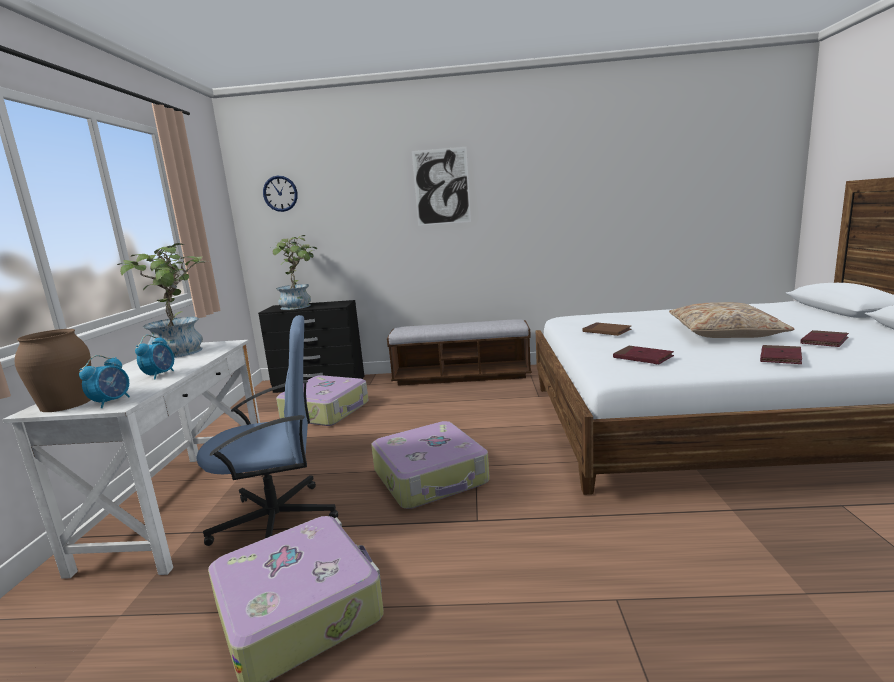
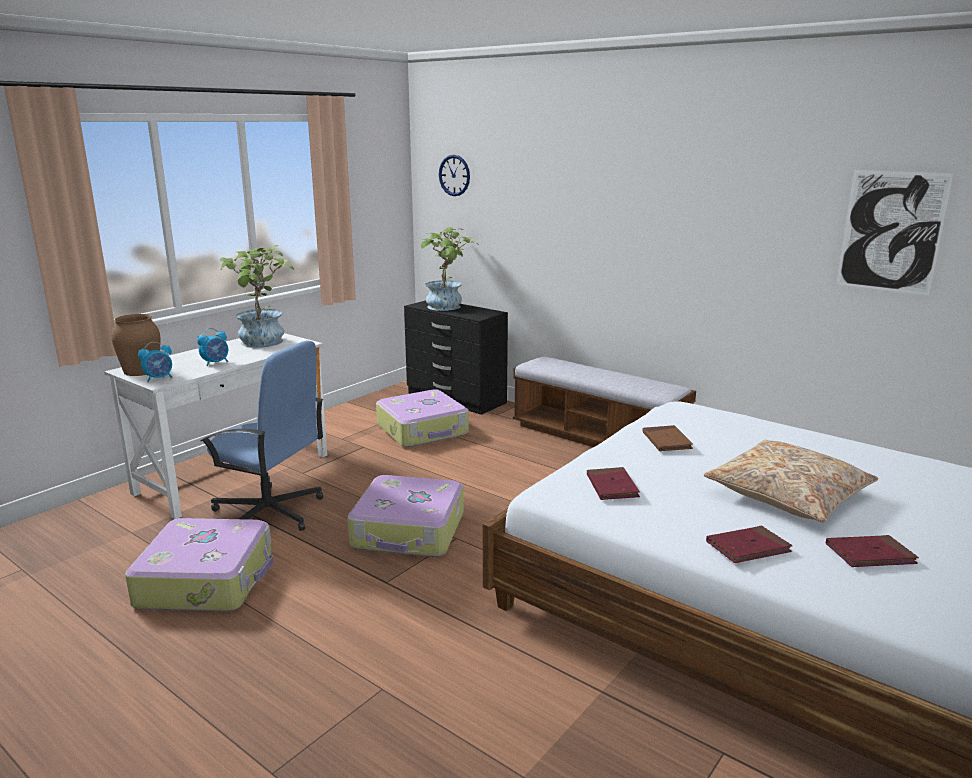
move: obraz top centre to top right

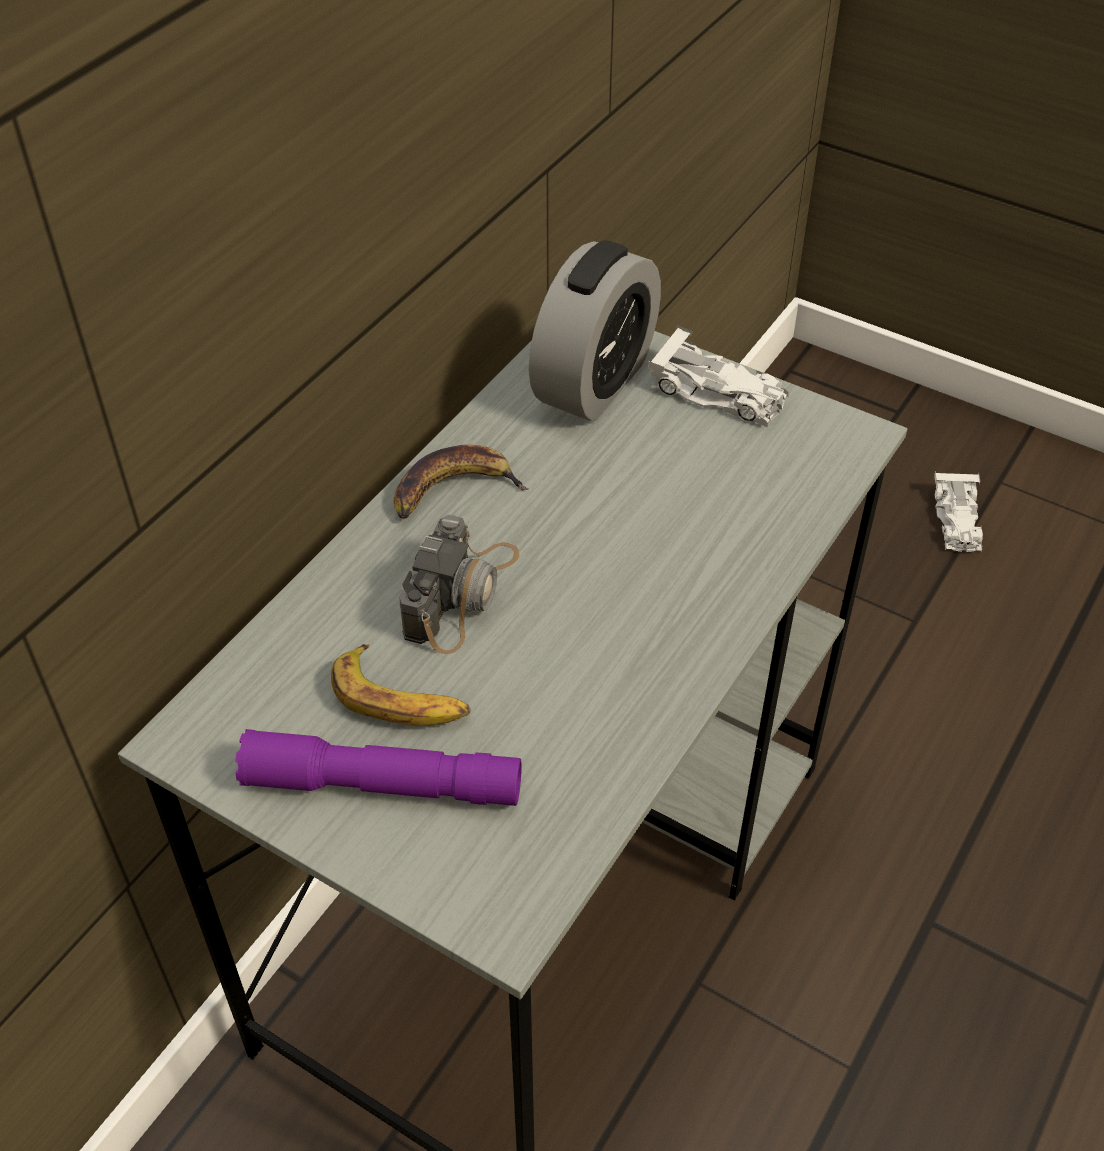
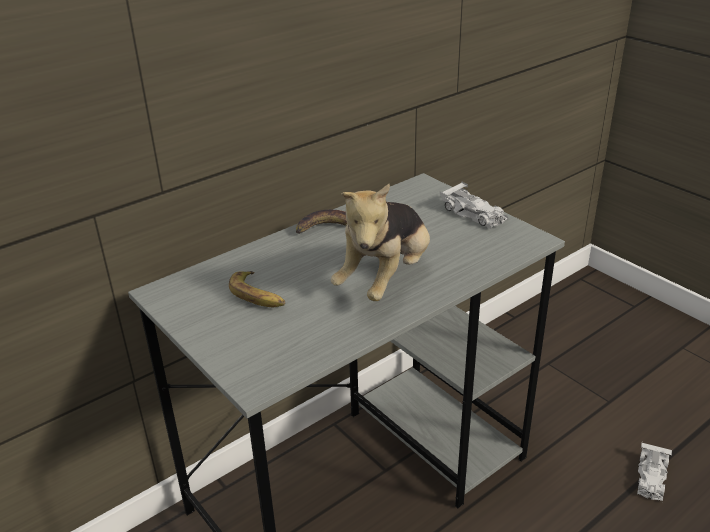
delete: latarka/fioletowy centre; aparat fotograficzny centre; budzik top centre
insert: pluszak centre
move: samochodzik/biały (2nd from left) middle right to bottom right

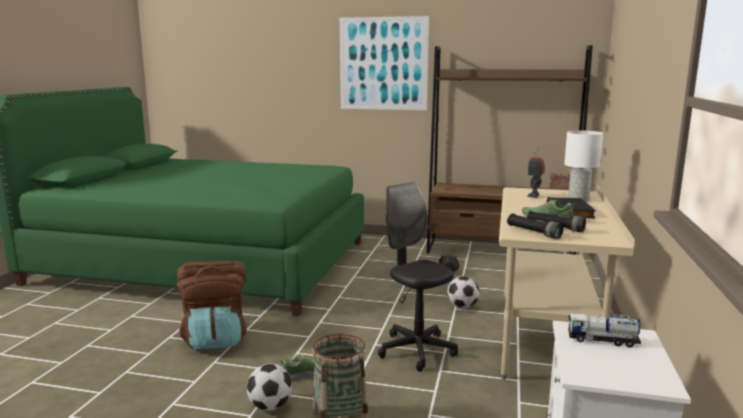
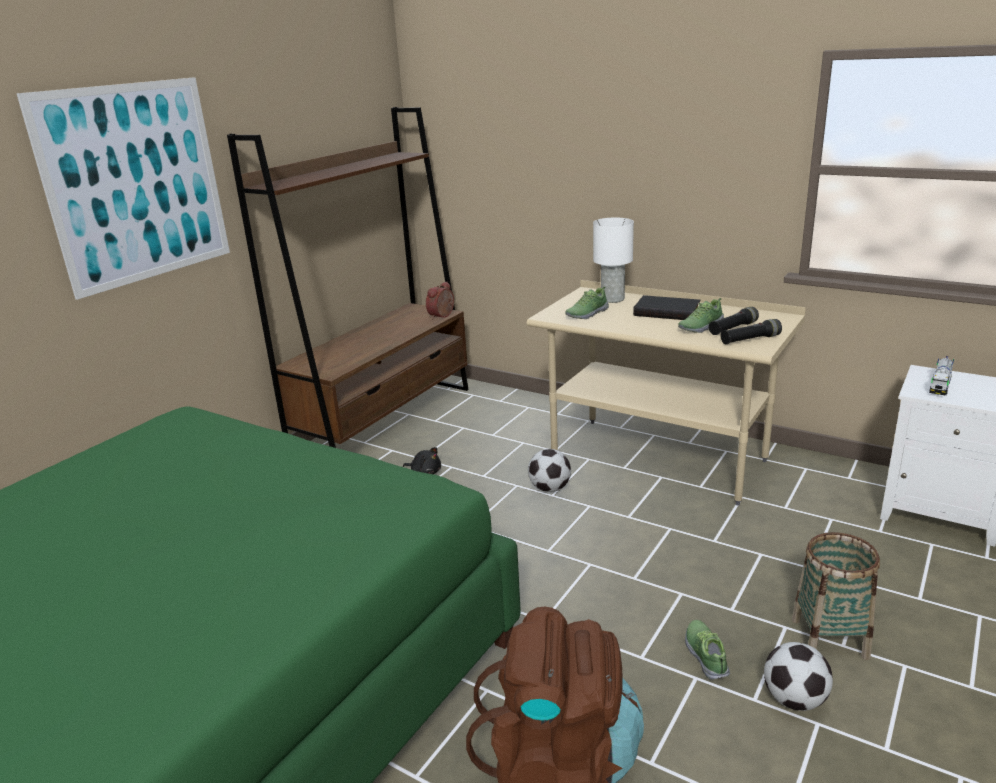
delete: krzesło biurowe/czarny centre
replace: robot zabawkowy middle right to but (1st from left) centre

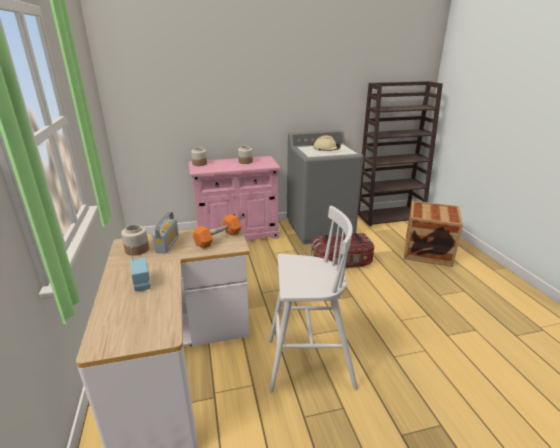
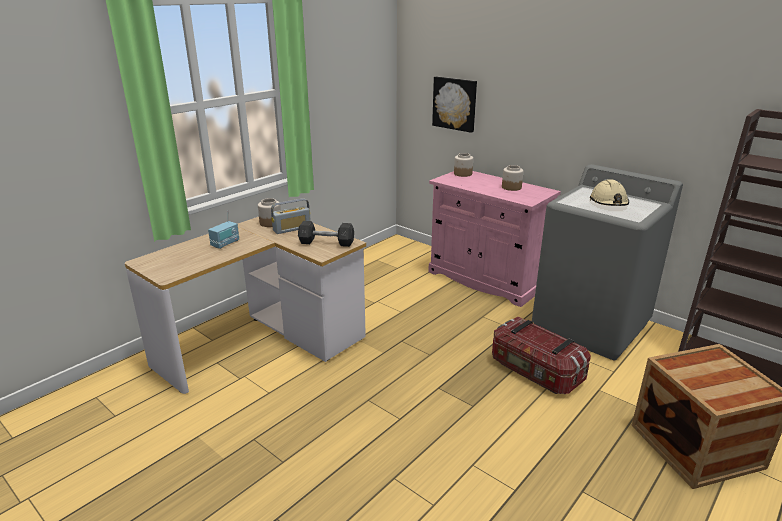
delete: stołek/biały bottom centre
insert: obraz top centre
recolor: hantel/pomarańczowy centre to hantel/szary centre

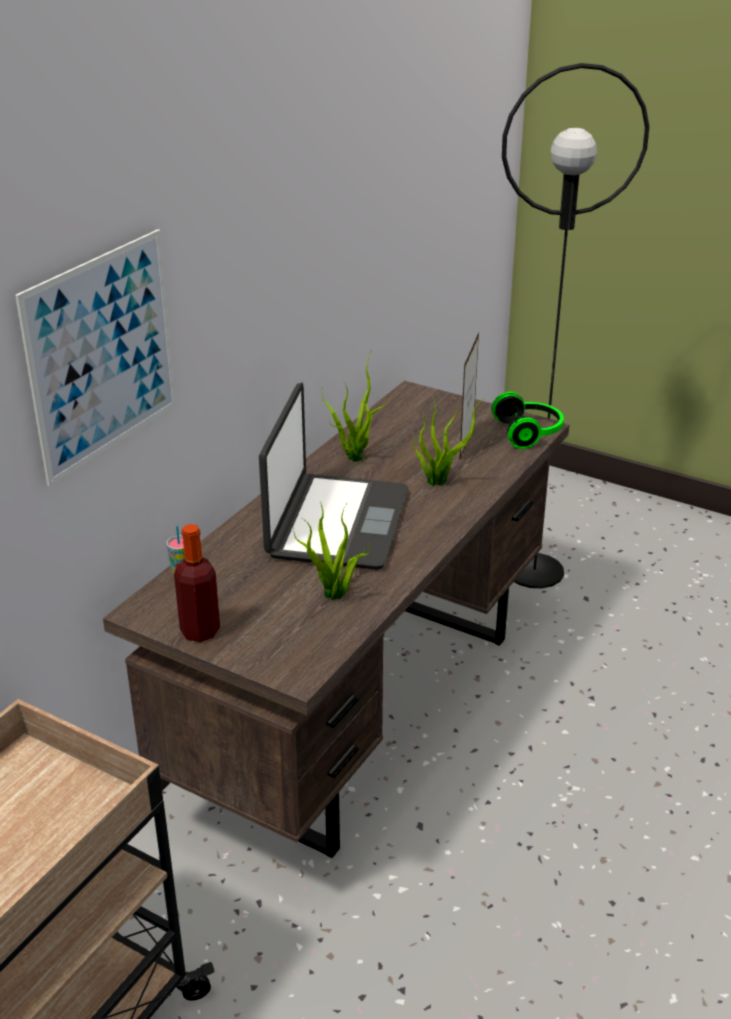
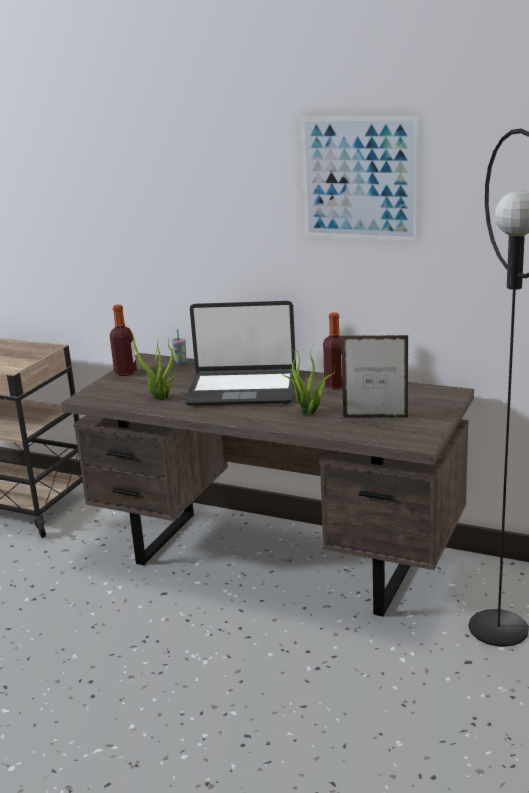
delete: słuchawki middle right
move: obraz middle left to top right
replace: roślina doniczkowa (2nd from left) centre to butelka (2nd from left) centre

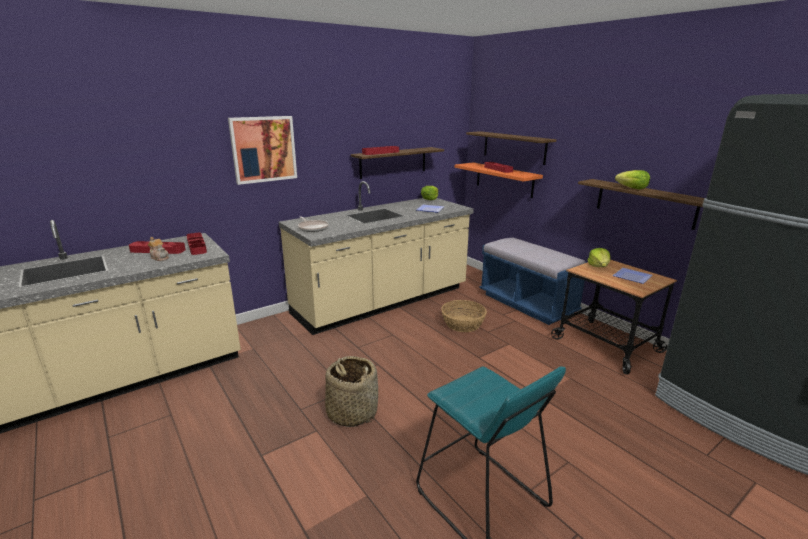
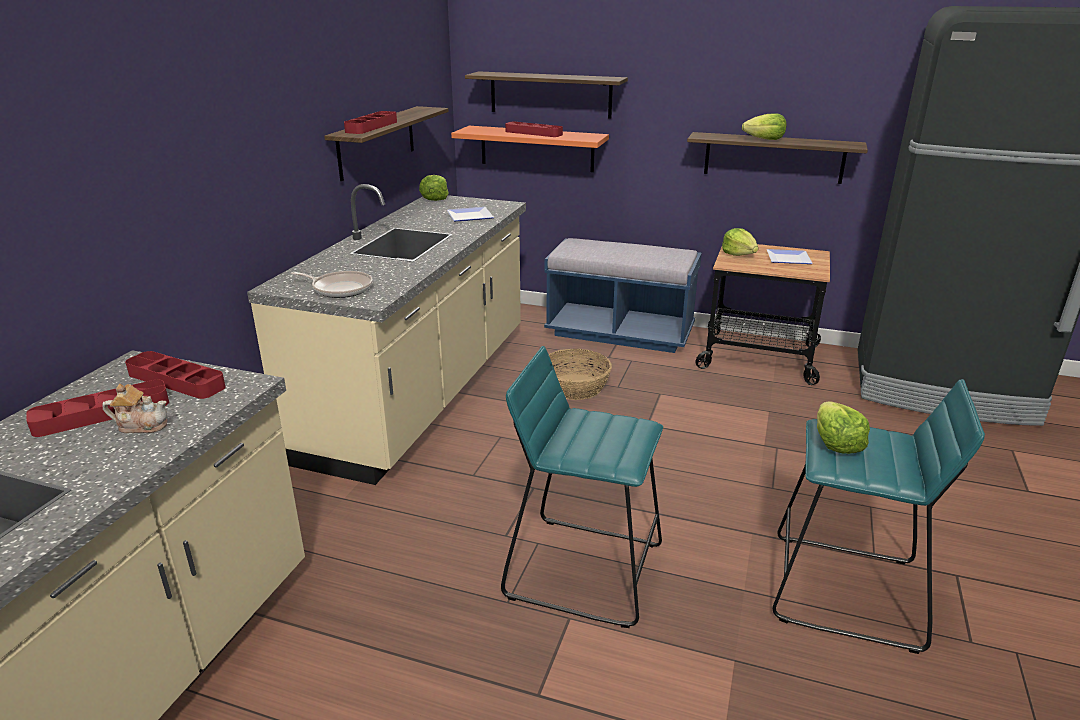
delete: obraz top left
insert: sałata (4th from left) middle right
replace: koszyk (1st from left) bottom centre to stołek/turkusowy (1st from left) bottom centre

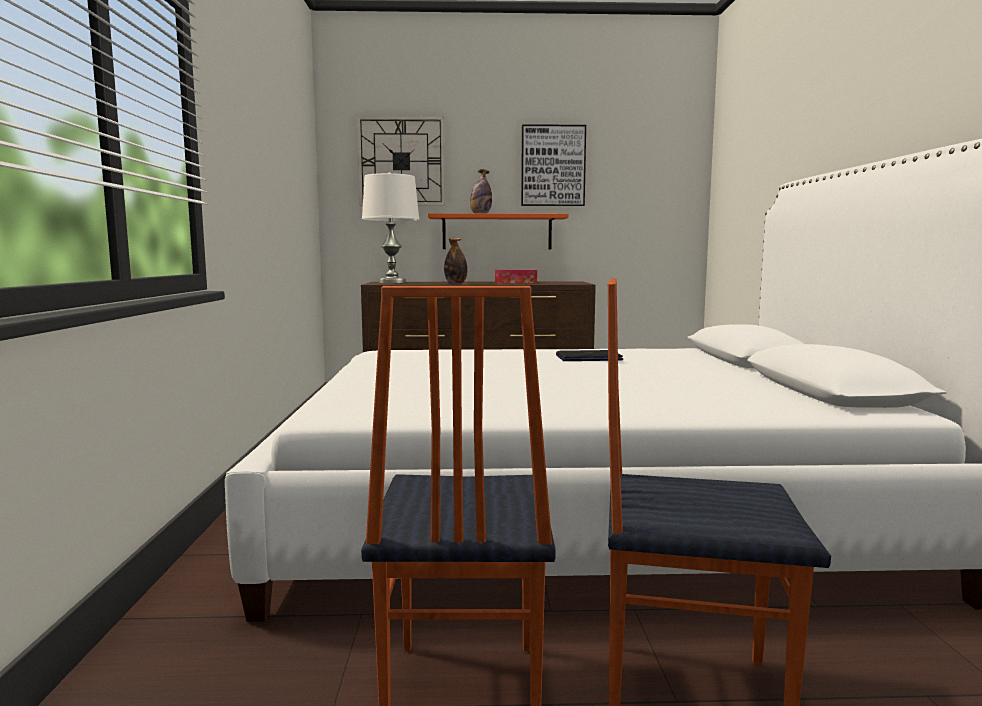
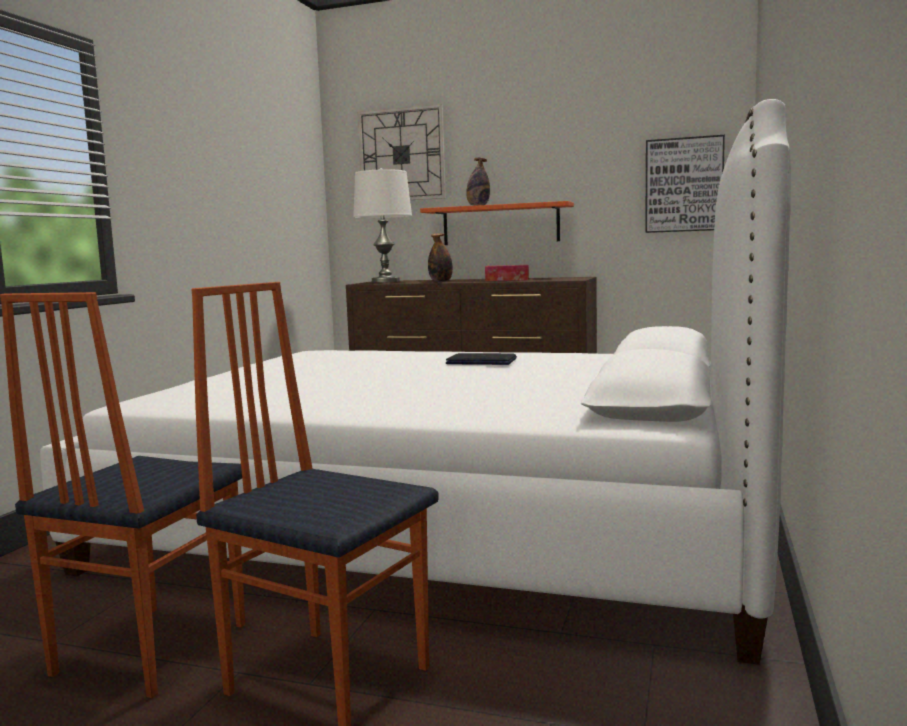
move: obraz top centre to top right

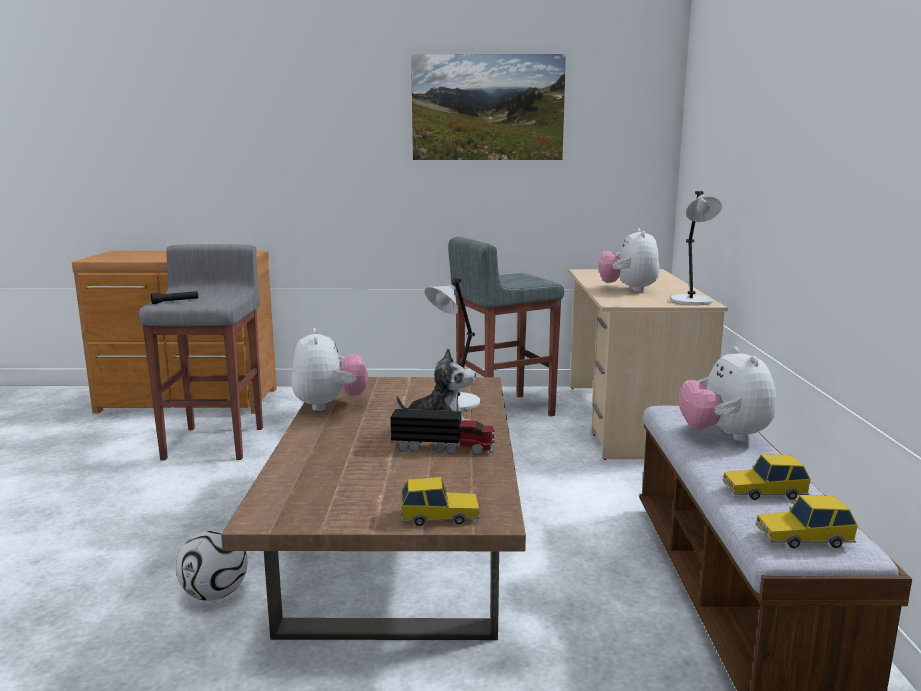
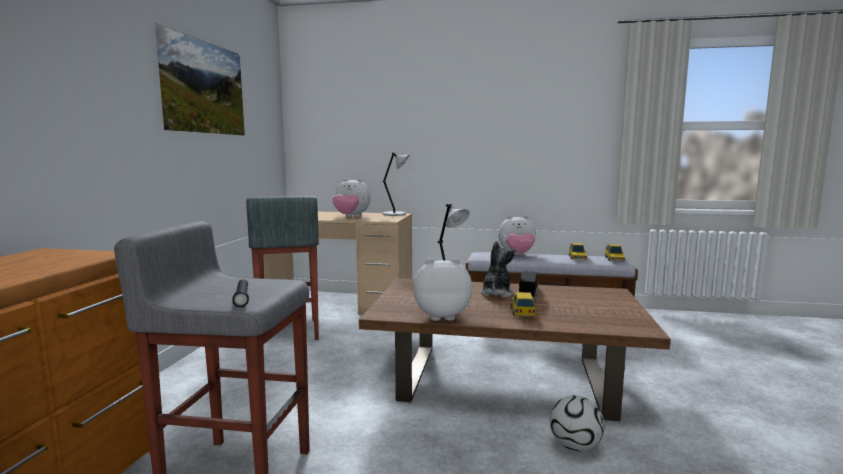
move: samochodzik (1st from left) bottom centre to centre

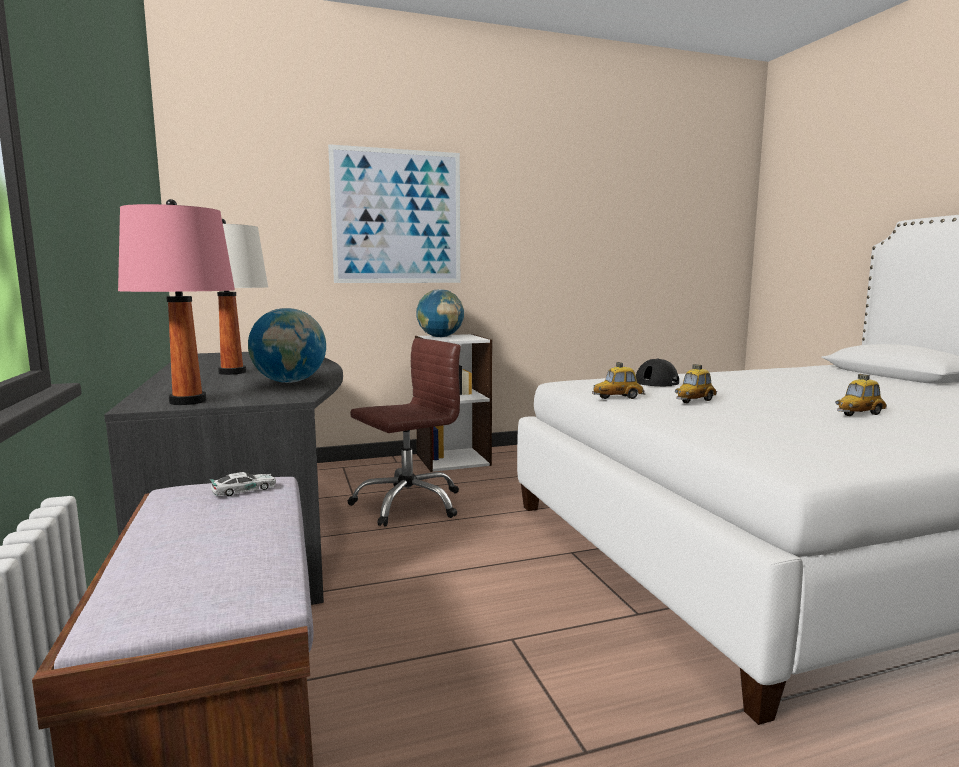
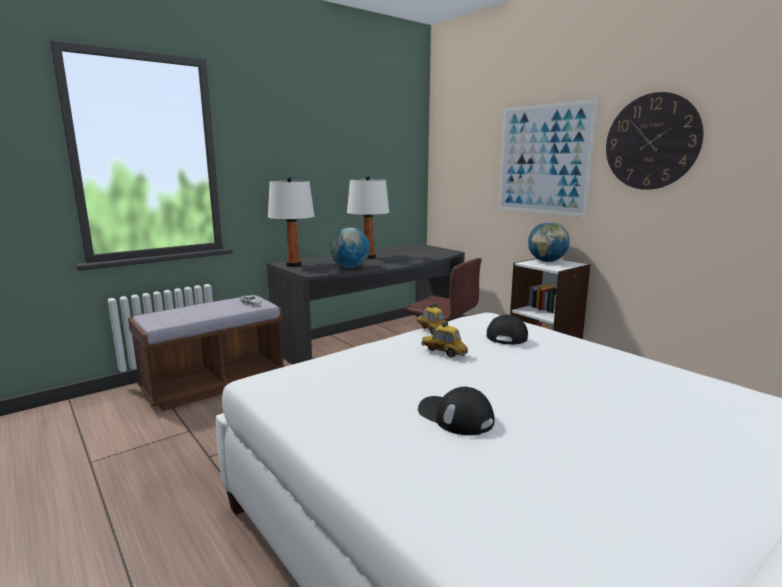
insert: zegar ścienny top right
replace: samochodzik (4th from left) middle right to czapka z daszkiem/czarny (1st from left) bottom centre
recolor: lampa stołowa/różowy middle left to lampa stołowa/biały (1st from left) centre

